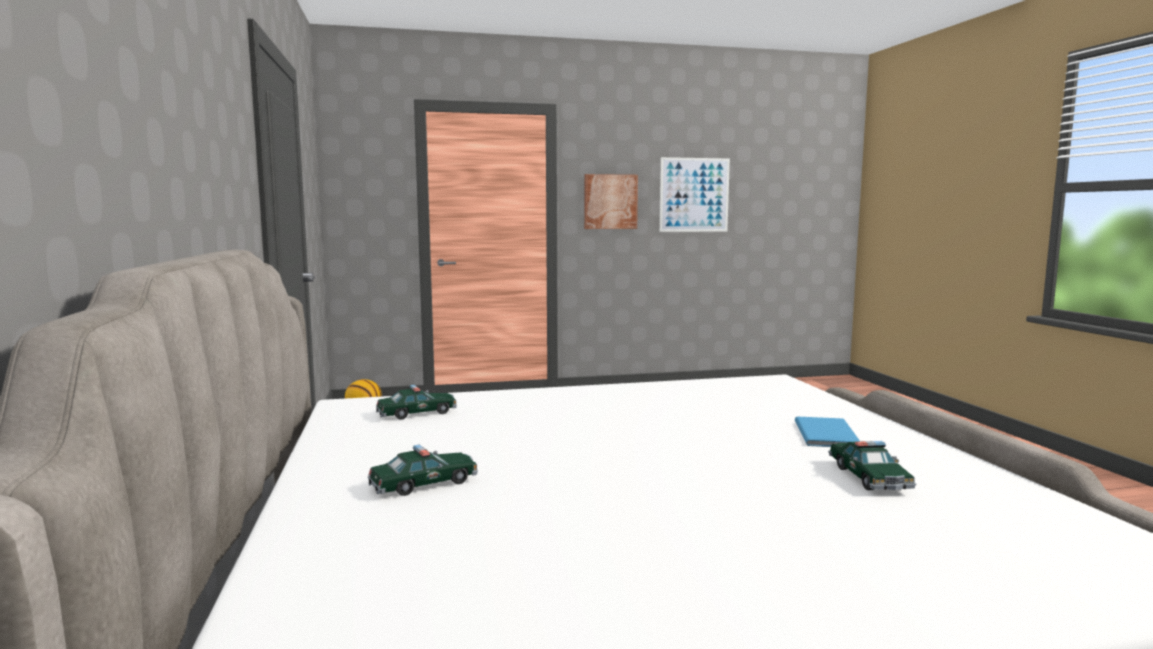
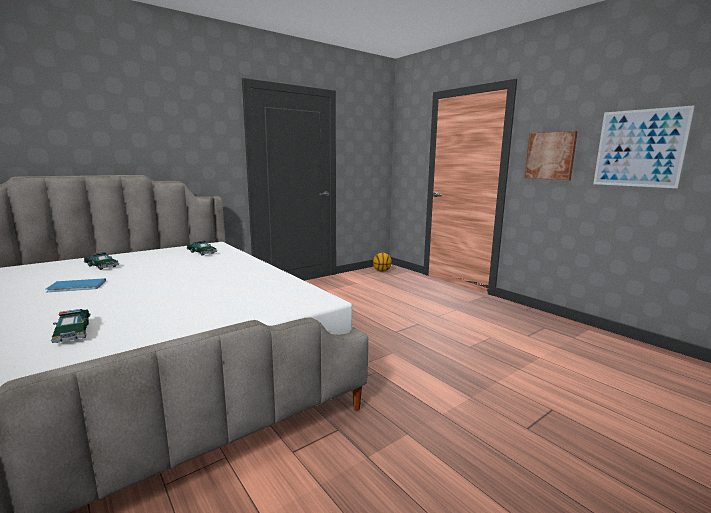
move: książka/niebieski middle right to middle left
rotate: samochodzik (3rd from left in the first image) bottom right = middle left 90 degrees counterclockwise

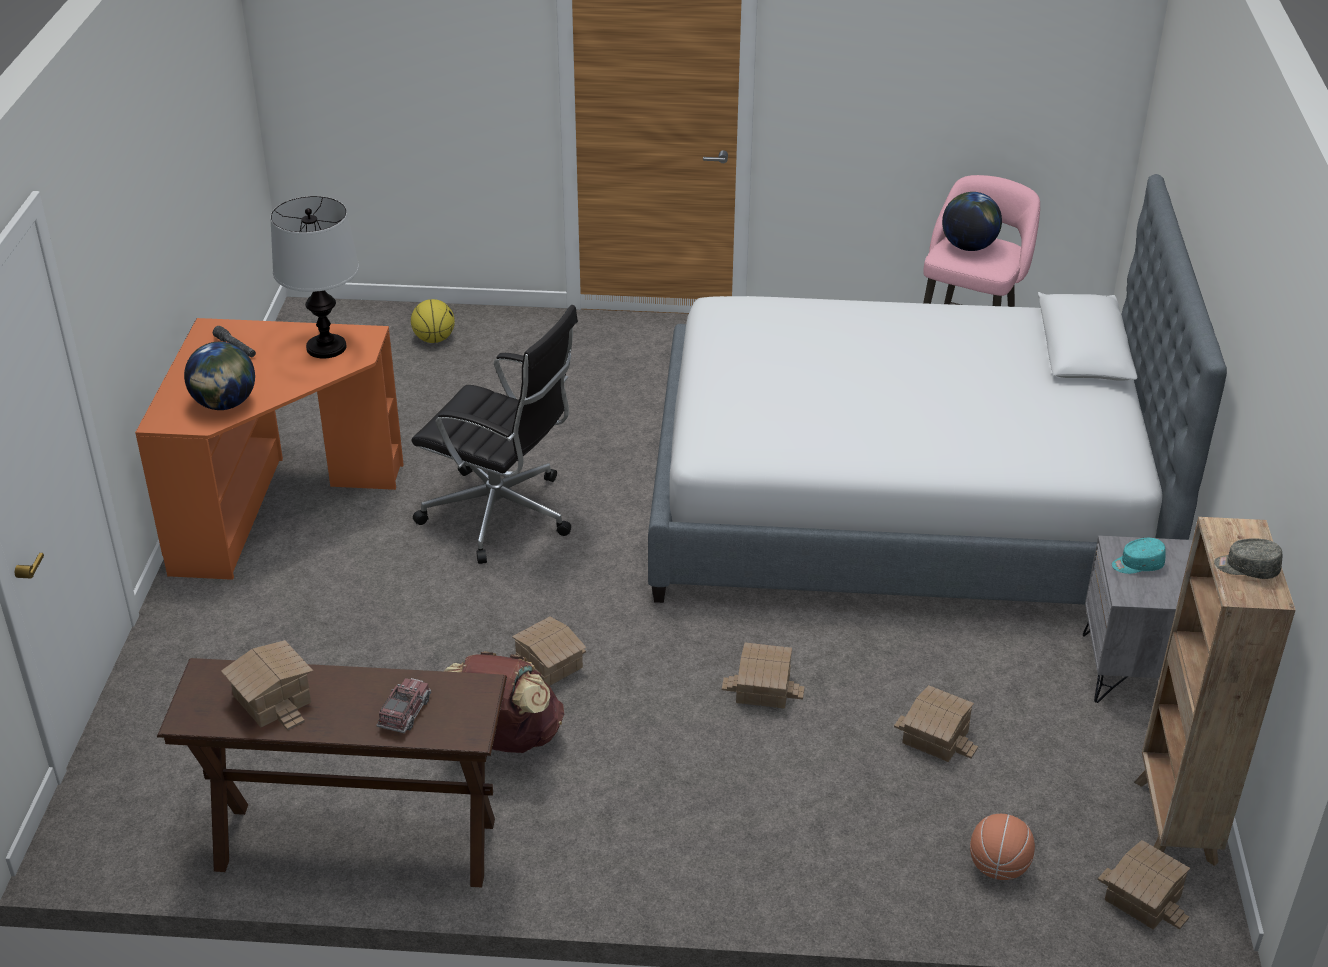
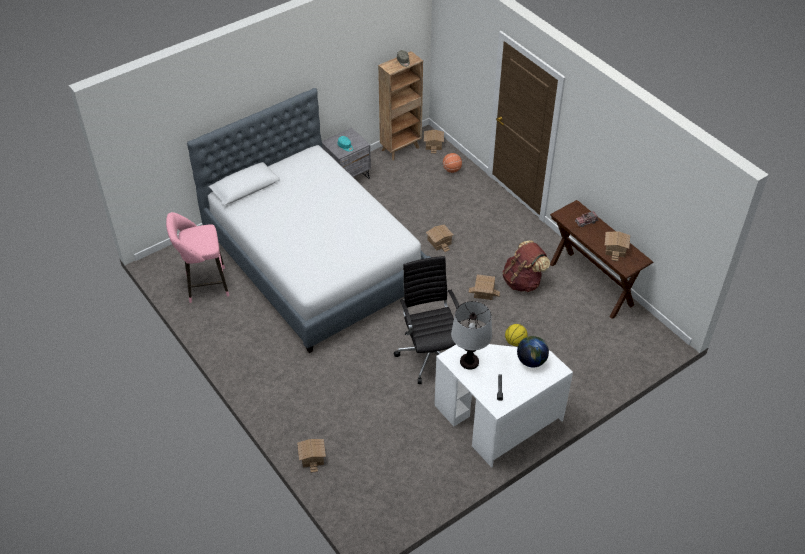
delete: globus (2nd from left) top right
move: domek (4th from left in the first image) bottom right to domek (1st from left) bottom centre; piłka do koszykówki (1st from left in the first image) top left to piłka do koszykówki (2nd from left) centre
recolor: biurko/pomarańczowy middle left to biurko/biały bottom centre

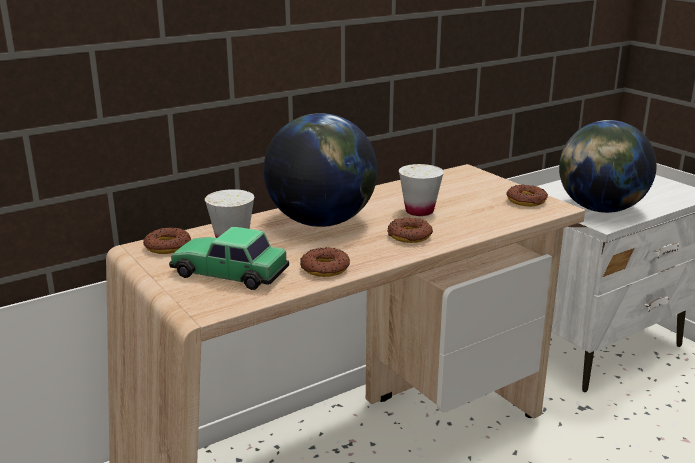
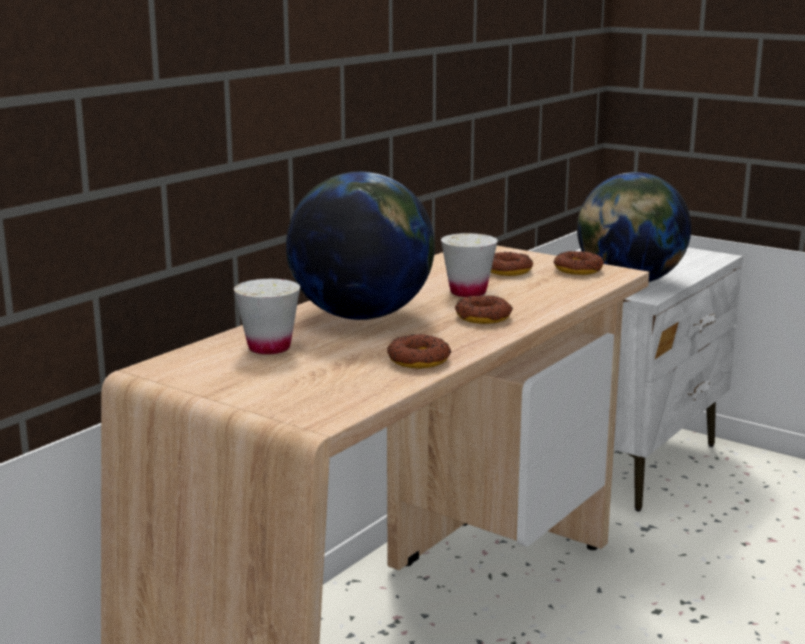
delete: samochodzik middle left
move: donut (1st from left in the first image) middle left to donut (3rd from left) centre

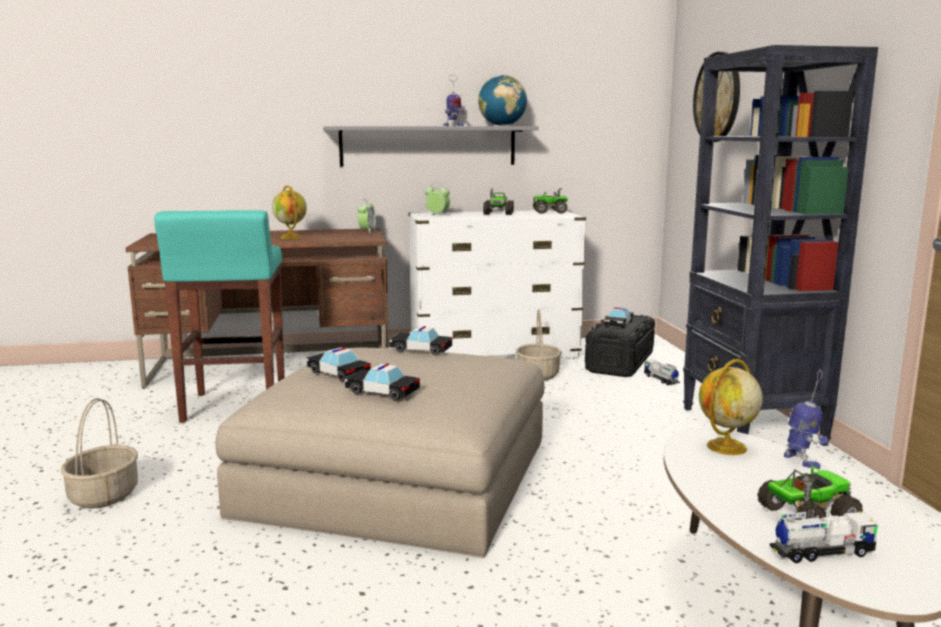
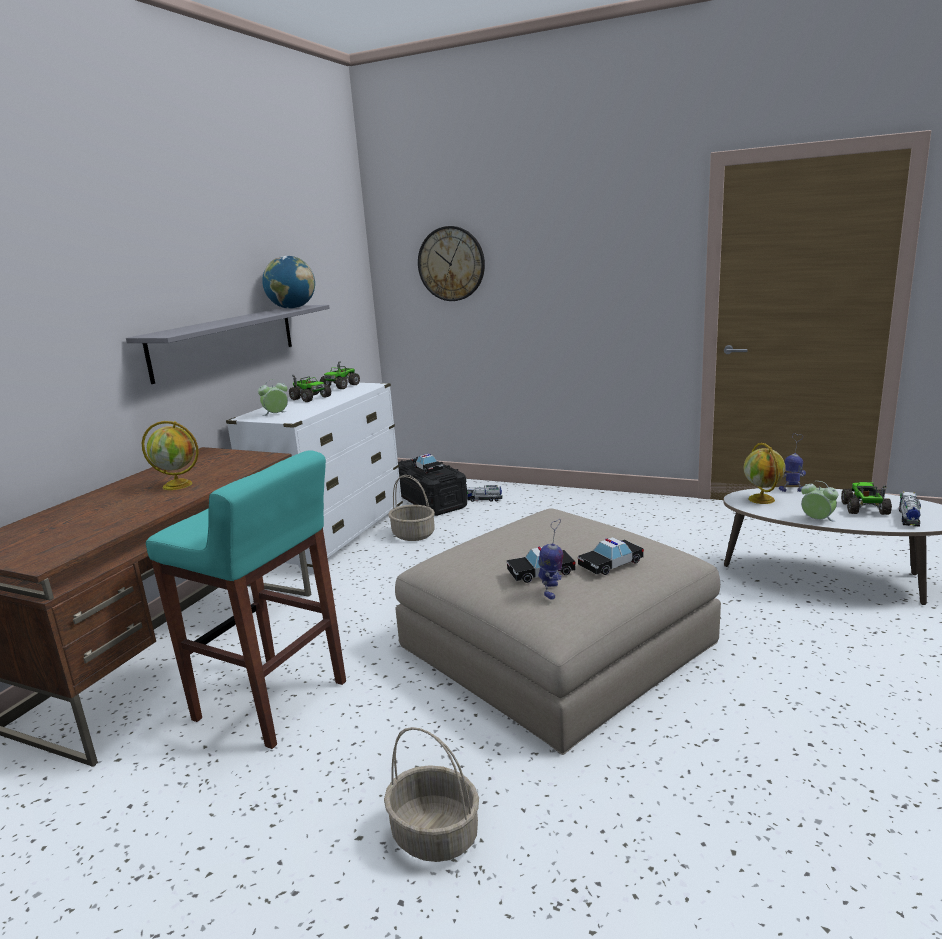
delete: samochodzik (3rd from left) centre; regał/czarny middle right
move: robot zabawkowy (1st from left) top centre to centre; budzik (1st from left in the first image) centre to budzik (2nd from left) middle right

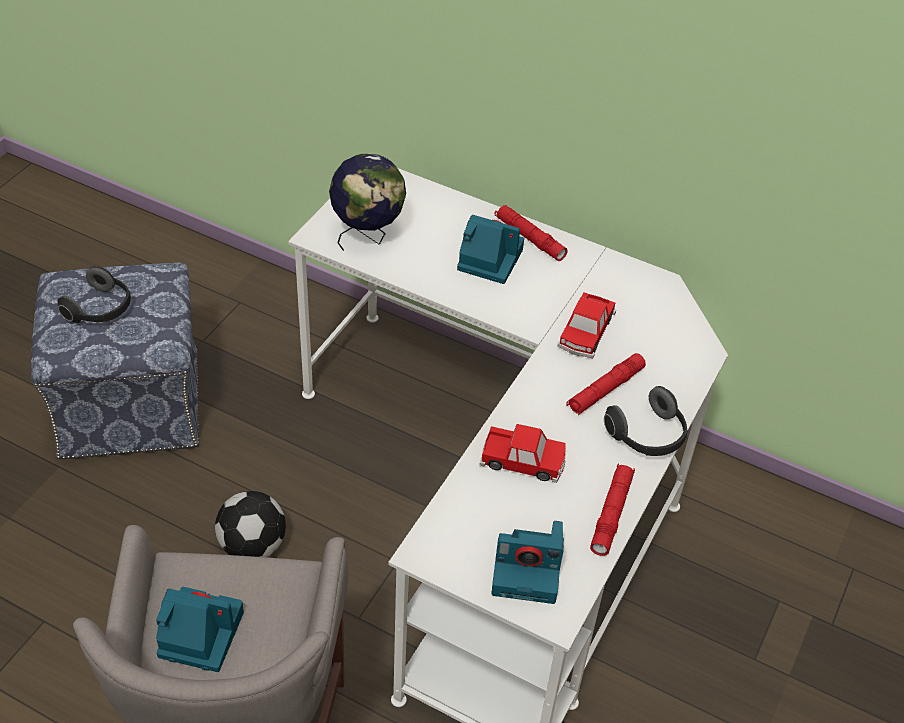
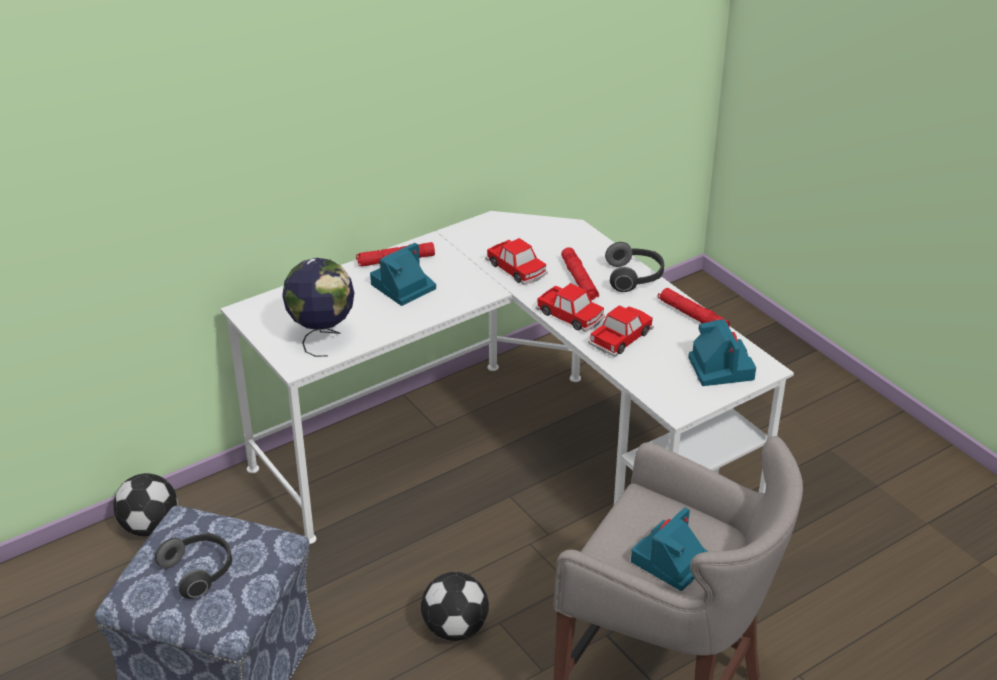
insert: piłka futbolowa (1st from left) bottom left; samochodzik (2nd from left) centre
rotate: aparat fotograficzny (3rd from left) bottom centre = middle right 45 degrees counterclockwise

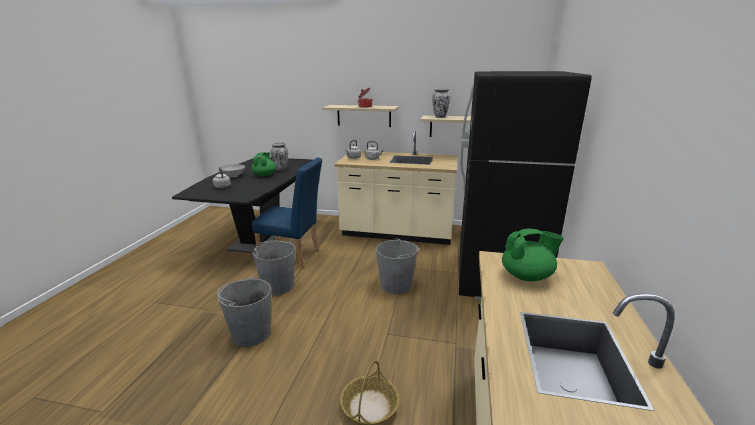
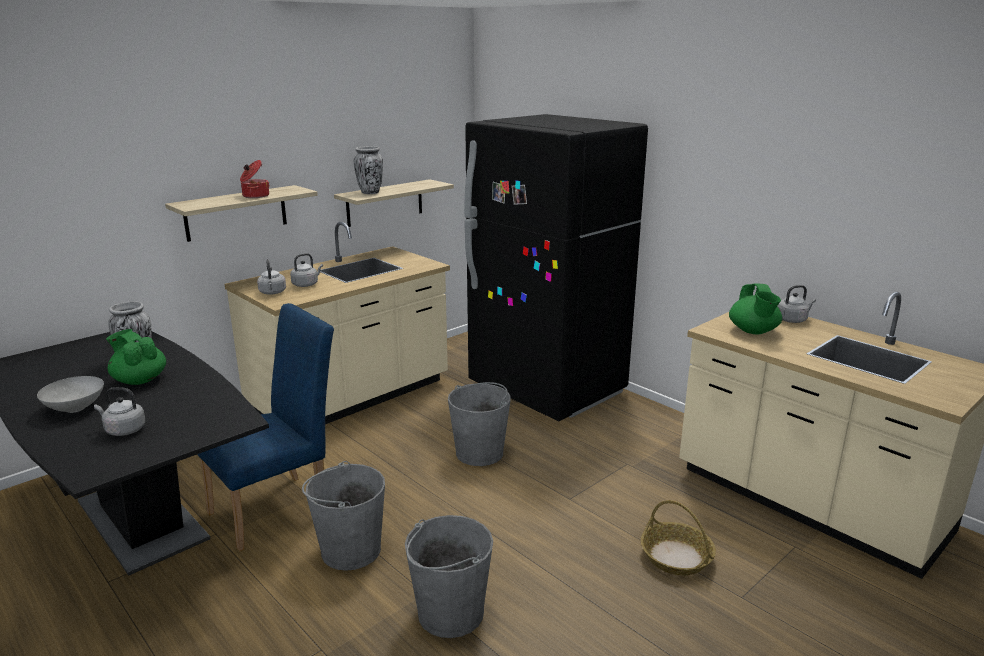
insert: czajnik/szary (4th from left) middle right
rotate: imbryk/zielony (2nd from left) middle right = middle right 150 degrees clockwise

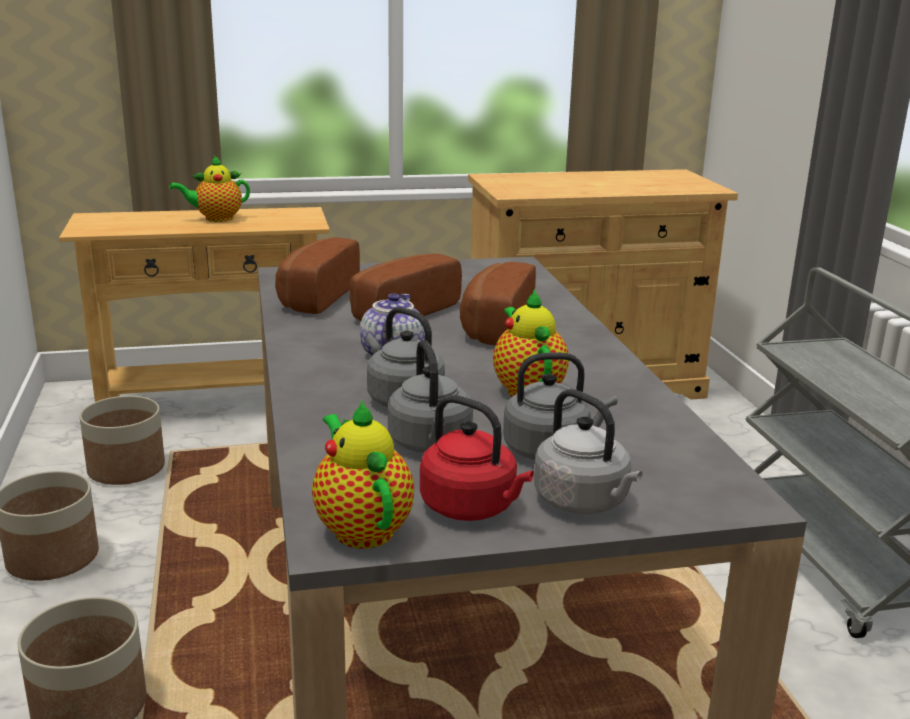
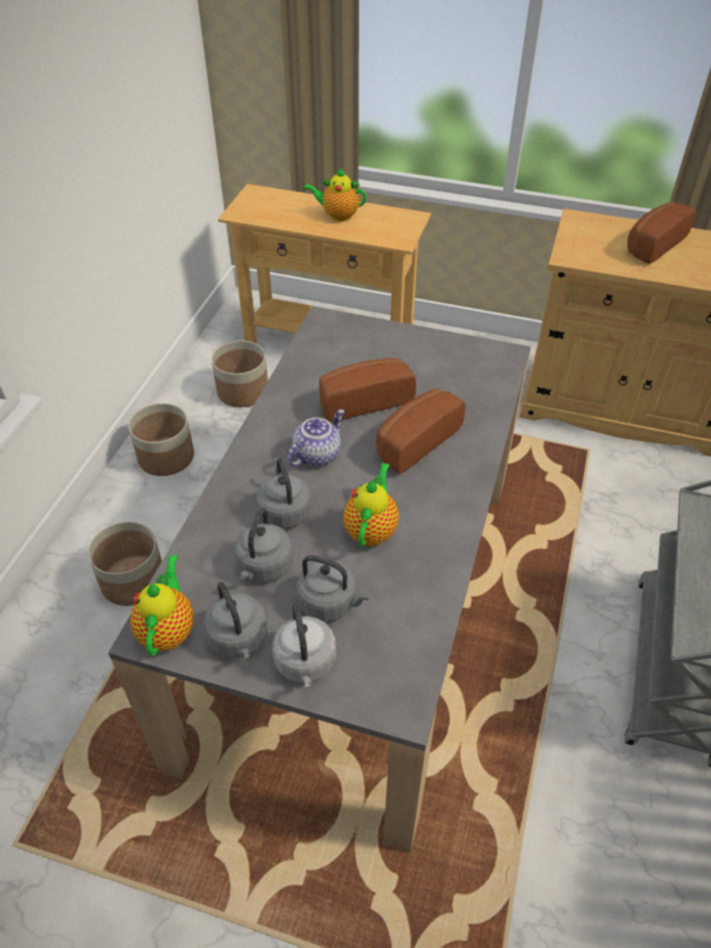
move: chleb (1st from left in the first image) centre to chleb (3rd from left) top right
recolor: czajnik/czerwony centre to czajnik/szary (1st from left) middle left

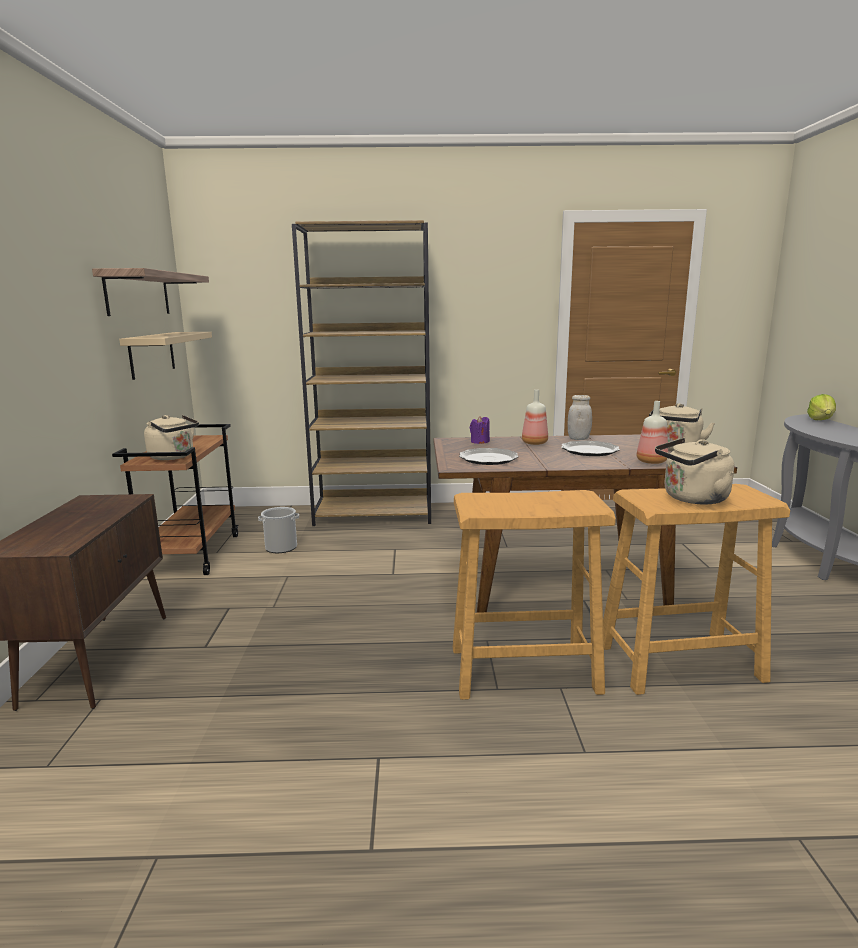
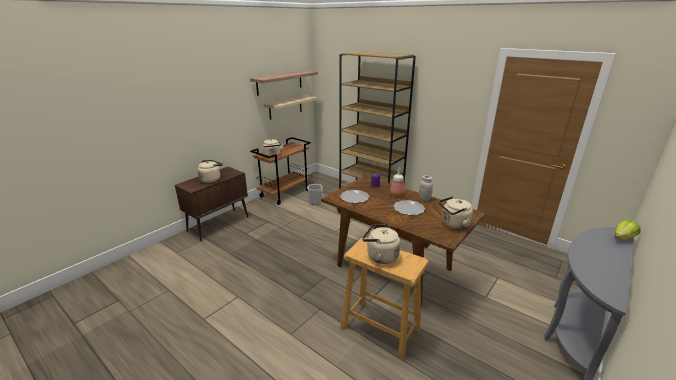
delete: stołek/beżowy (1st from left) centre; butelka (2nd from left) middle right
insert: czajnik/beżowy (1st from left) middle left

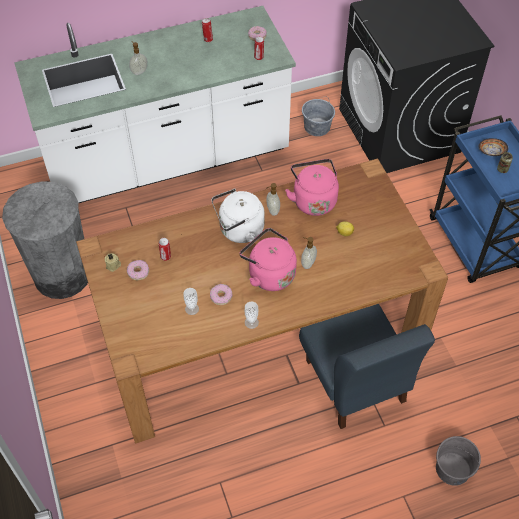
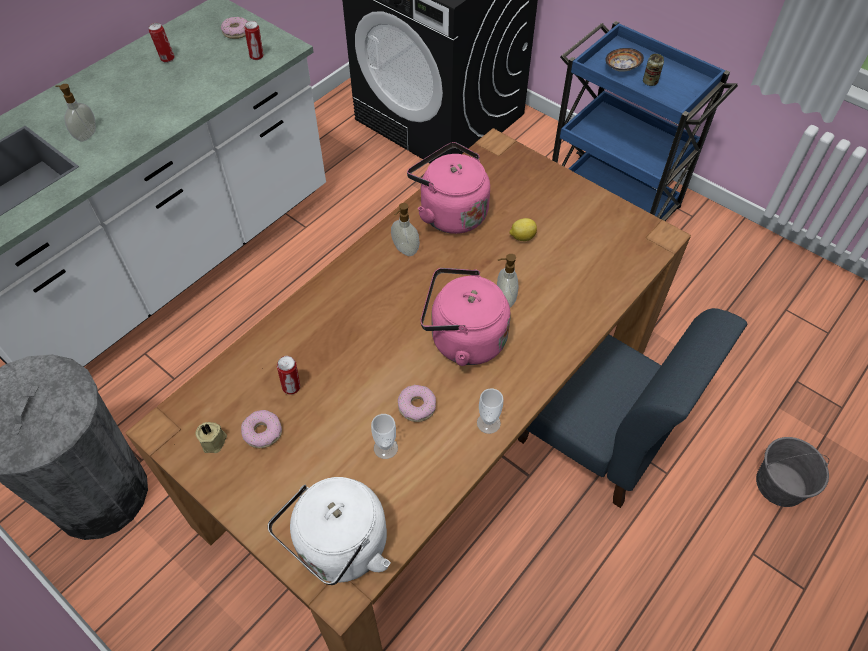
delete: wiadro/szary (1st from left) top centre
move: czajnik/biały centre to bottom centre

